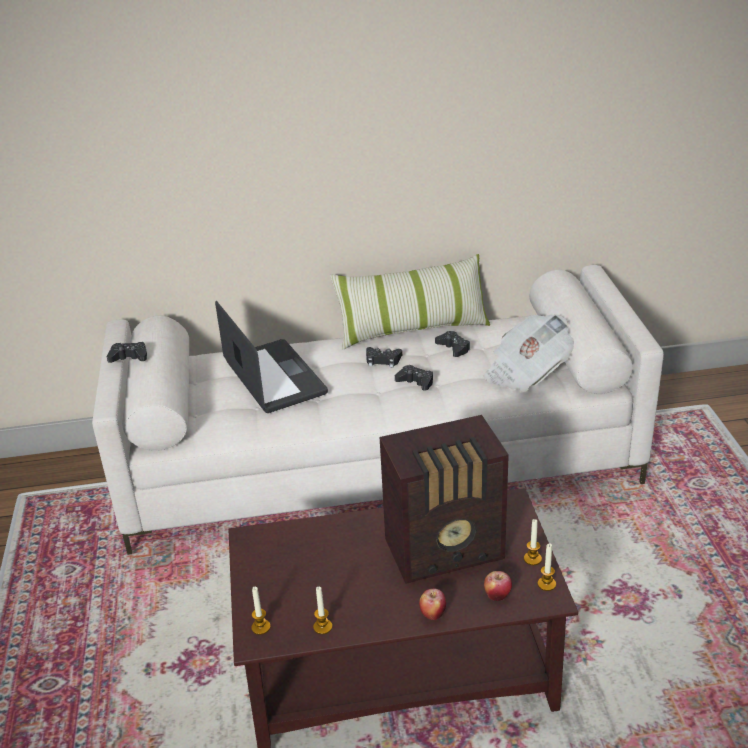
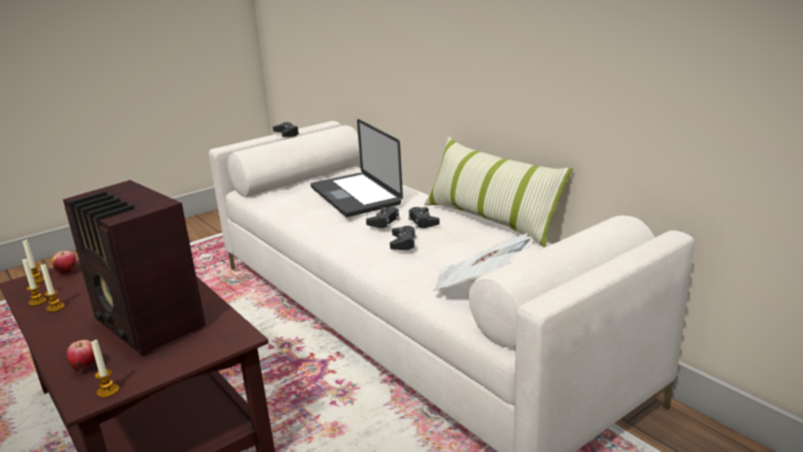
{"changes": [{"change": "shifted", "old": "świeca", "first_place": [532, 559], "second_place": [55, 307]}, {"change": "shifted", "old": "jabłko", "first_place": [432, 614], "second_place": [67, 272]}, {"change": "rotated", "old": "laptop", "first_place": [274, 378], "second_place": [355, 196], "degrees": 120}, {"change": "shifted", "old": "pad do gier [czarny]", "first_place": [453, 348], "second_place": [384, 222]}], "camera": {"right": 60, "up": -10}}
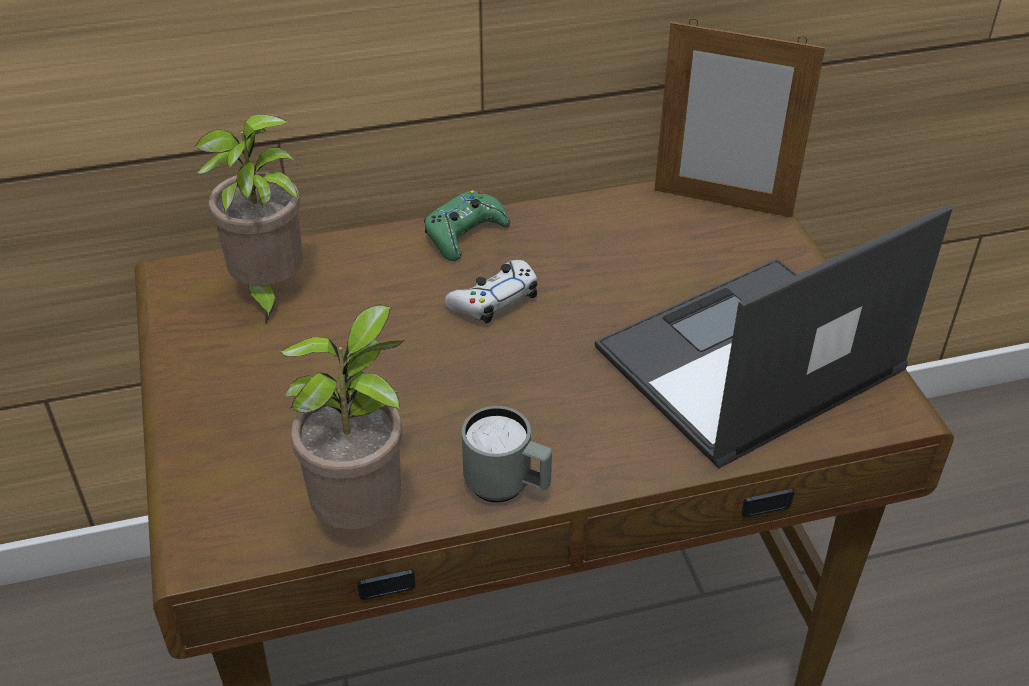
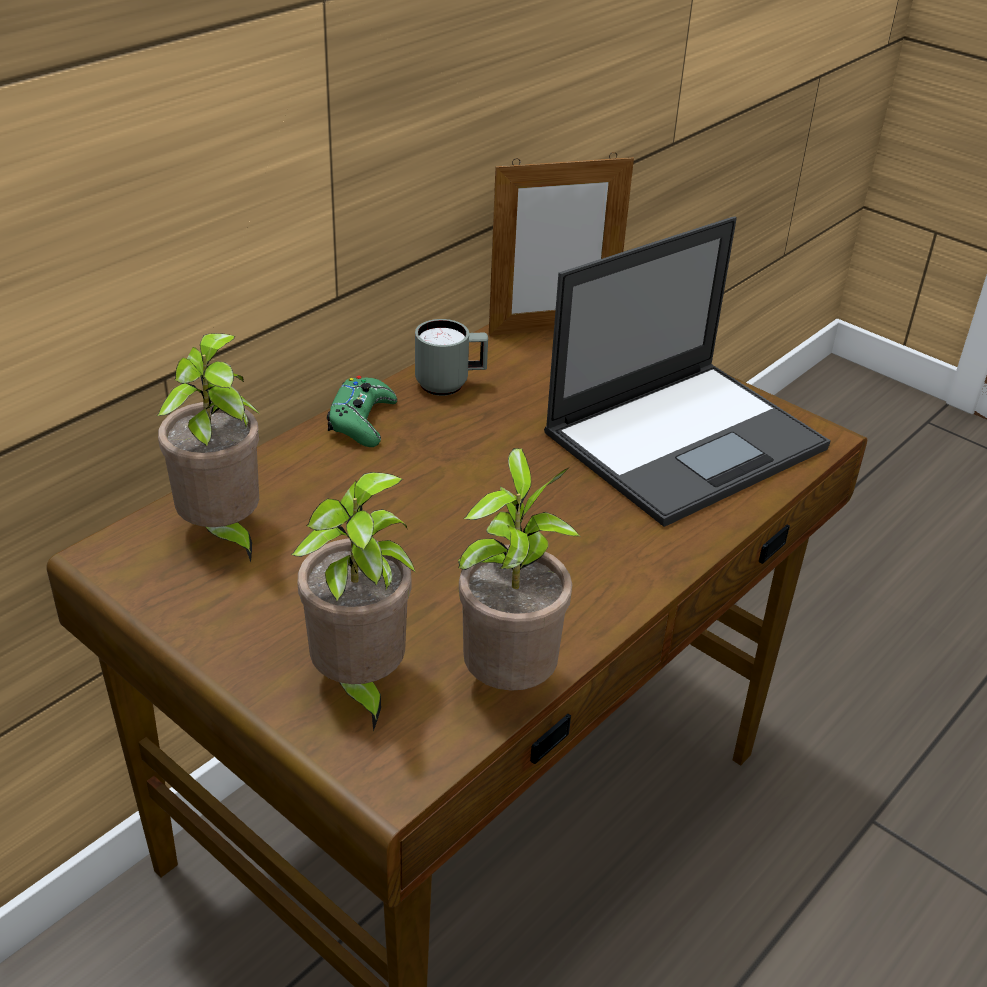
{"changes": [{"change": "new", "new": "roślina doniczkowa", "second_place": [359, 685]}, {"change": "shifted", "old": "kubek [szary]", "first_place": [507, 487], "second_place": [450, 384]}, {"change": "rotated", "old": "laptop", "first_place": [747, 361], "second_place": [687, 439], "degrees": -150}, {"change": "gone", "old": "pad do gier [biały]", "first_place": [494, 300]}], "camera": {"right": -35, "up": -5}}
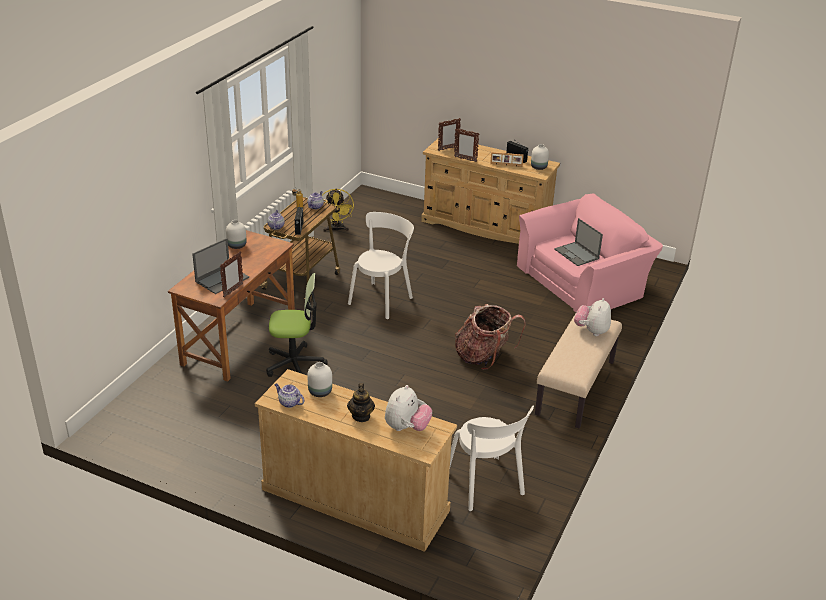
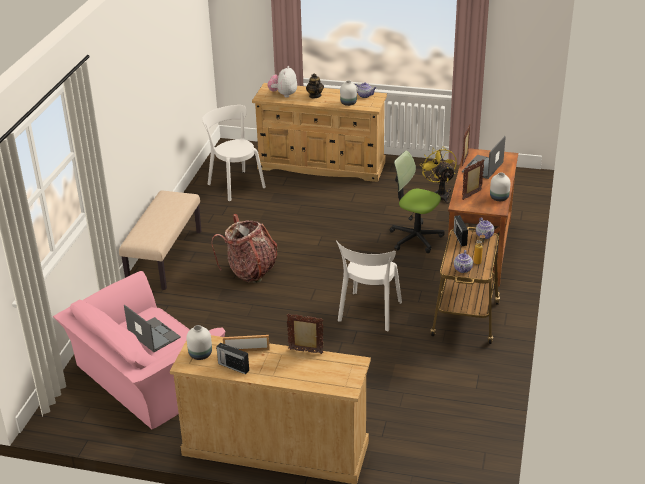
{"changes": [{"change": "rotated", "old": "krzesło biurowe", "first_place": [295, 364], "second_place": [415, 238], "degrees": 45}, {"change": "shifted", "old": "wentylator [żółty]", "first_place": [336, 229], "second_place": [439, 194]}, {"change": "shifted", "old": "ramka na zdjęcie", "first_place": [448, 148], "second_place": [472, 195]}, {"change": "gone", "old": "pluszak", "first_place": [591, 331]}], "camera": {"right": 170, "up": 0}}
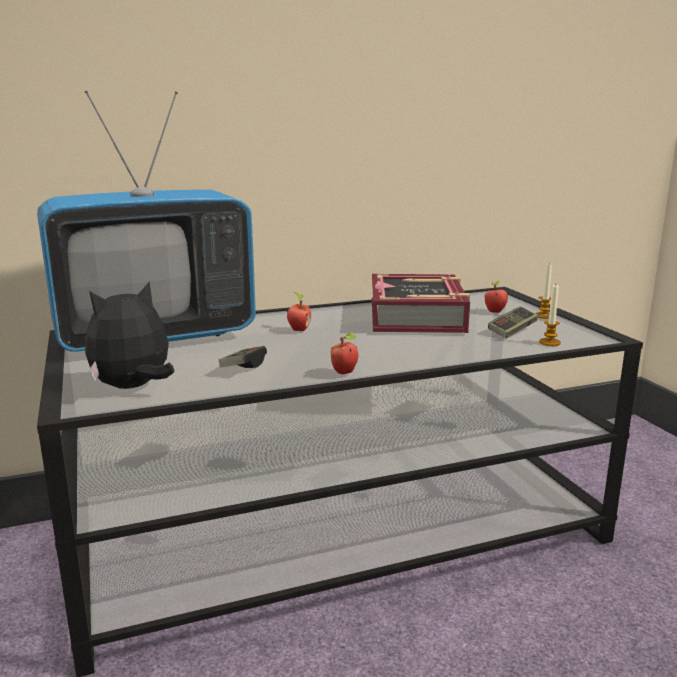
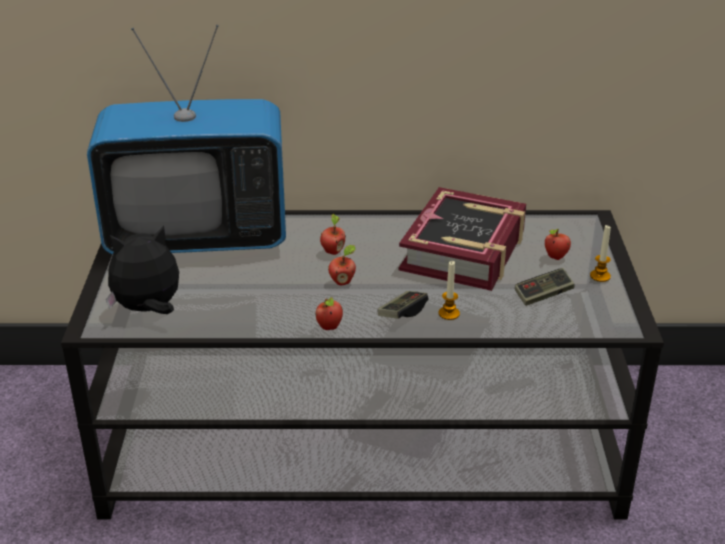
{"changes": [{"change": "new", "new": "jabłko", "second_place": [342, 282]}, {"change": "shifted", "old": "pad do gier", "first_place": [243, 367], "second_place": [402, 313]}, {"change": "shifted", "old": "świeca", "first_place": [549, 342], "second_place": [449, 313]}], "camera": {"right": 20, "up": 15}}
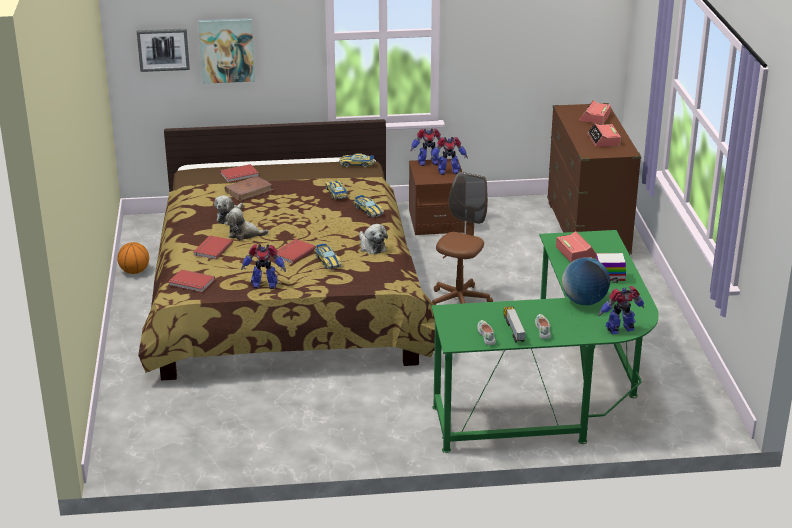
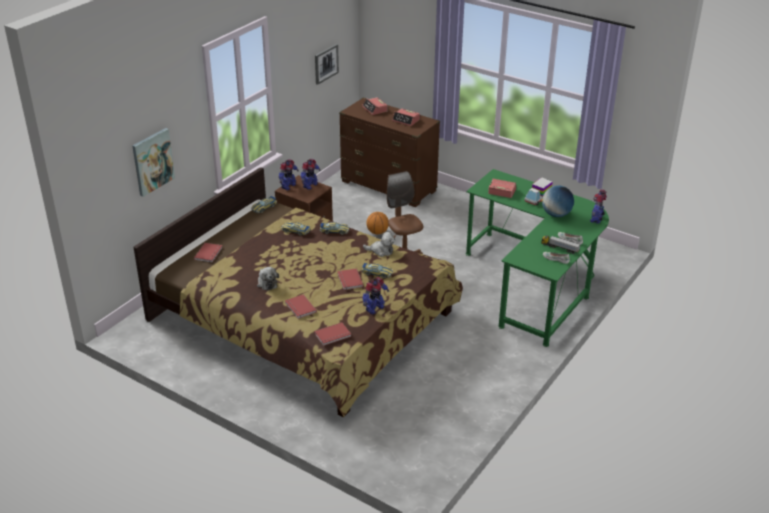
{"changes": [{"change": "shifted", "old": "obraz", "first_place": [163, 49], "second_place": [326, 63]}, {"change": "shifted", "old": "piłka do koszykówki", "first_place": [134, 271], "second_place": [377, 232]}, {"change": "gone", "old": "książka [brązowy]", "first_place": [249, 191]}, {"change": "gone", "old": "pluszak", "first_place": [244, 234]}], "camera": {"right": -50, "up": 5}}
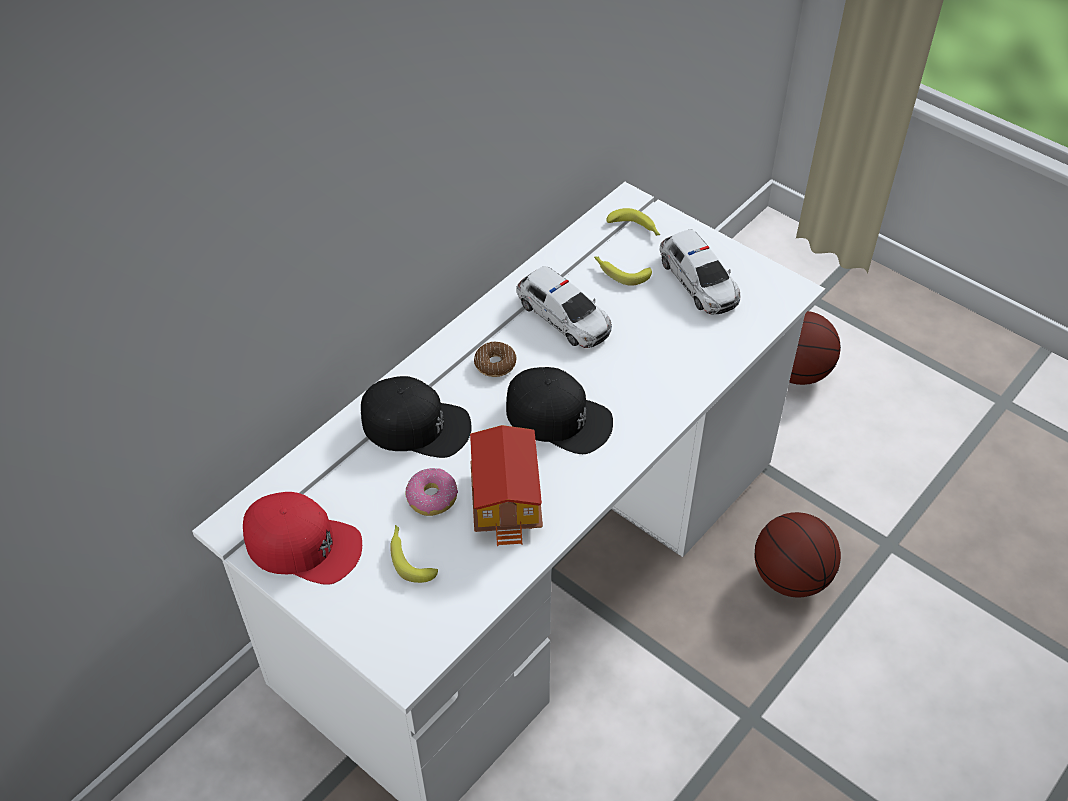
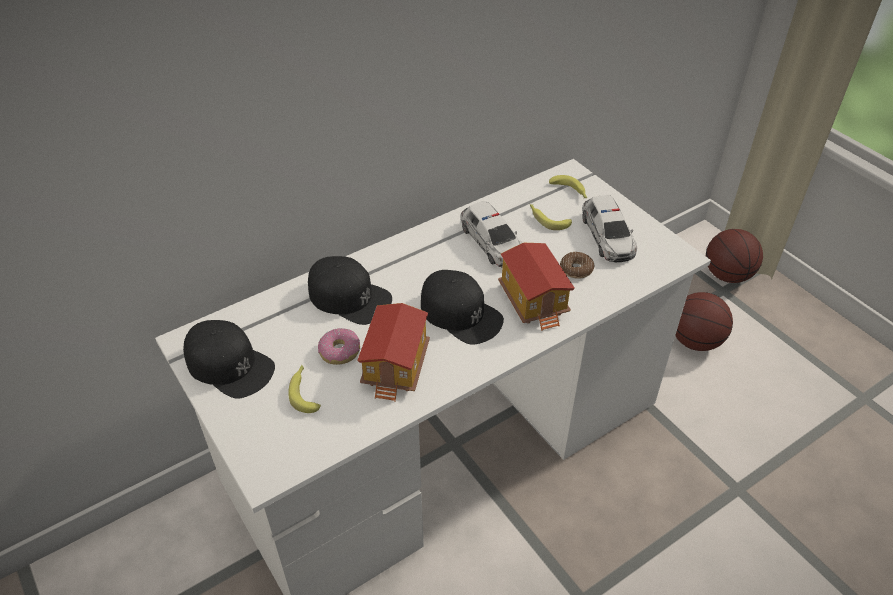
{"changes": [{"change": "repainted", "old": "czapka z daszkiem [czerwony]", "new": "czapka z daszkiem [czarny]", "first_place": [303, 544], "second_place": [229, 364]}, {"change": "new", "new": "domek", "second_place": [534, 301]}, {"change": "shifted", "old": "donut", "first_place": [495, 364], "second_place": [576, 269]}, {"change": "shifted", "old": "piłka do koszykówki", "first_place": [790, 577], "second_place": [727, 275]}], "camera": {"right": 15, "up": -5}}
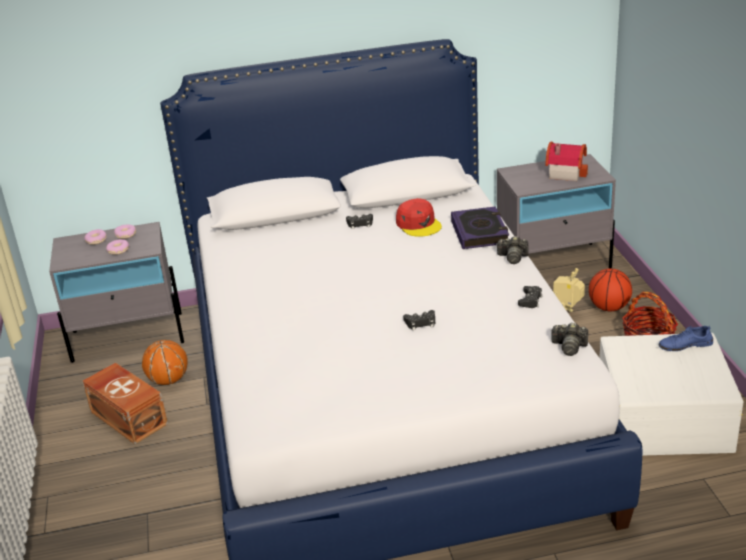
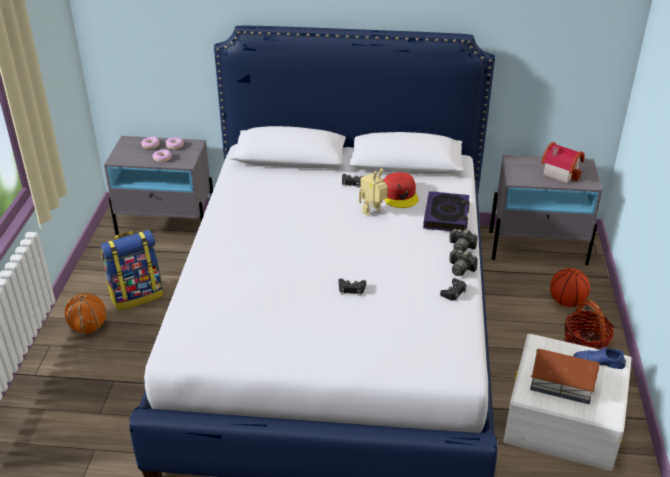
{"changes": [{"change": "shifted", "old": "piłka do koszykówki", "first_place": [168, 380], "second_place": [88, 328]}, {"change": "swapped", "old": "pojemnik do przechowywania [brązowy]", "new": "plecak", "first_place": [129, 416], "second_place": [137, 295]}, {"change": "shifted", "old": "robot zabawkowy", "first_place": [568, 314], "second_place": [373, 212]}, {"change": "shifted", "old": "aparat fotograficzny", "first_place": [569, 347], "second_place": [461, 269]}, {"change": "new", "new": "domek", "second_place": [562, 384]}], "camera": {"right": 15, "up": 5}}
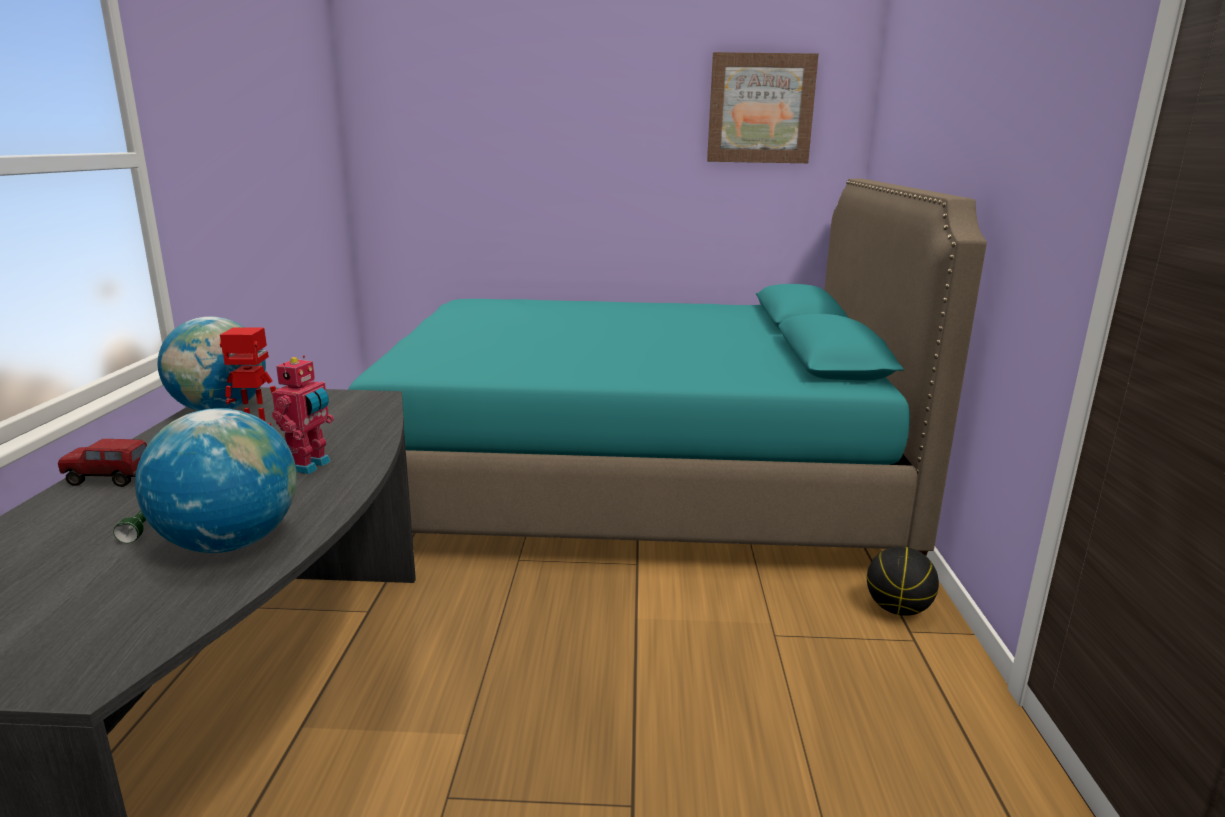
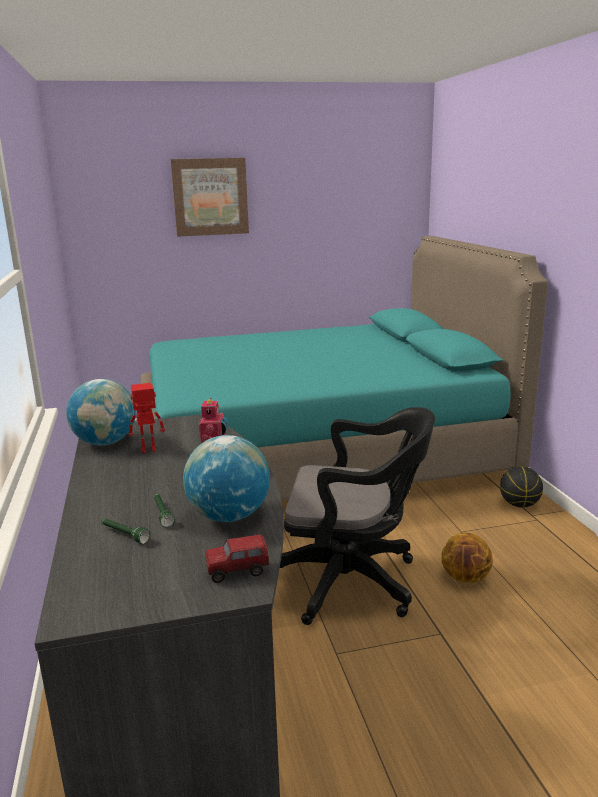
{"changes": [{"change": "new", "new": "latarka [zielony]", "second_place": [124, 535]}, {"change": "shifted", "old": "obraz", "first_place": [760, 109], "second_place": [210, 197]}, {"change": "shifted", "old": "ciężarówka zabawkowa", "first_place": [109, 480], "second_place": [237, 572]}, {"change": "new", "new": "krzesło biurowe [czarny]", "second_place": [353, 581]}, {"change": "new", "new": "piłka do koszykówki", "second_place": [465, 578]}], "camera": {"right": -15, "up": 0}}
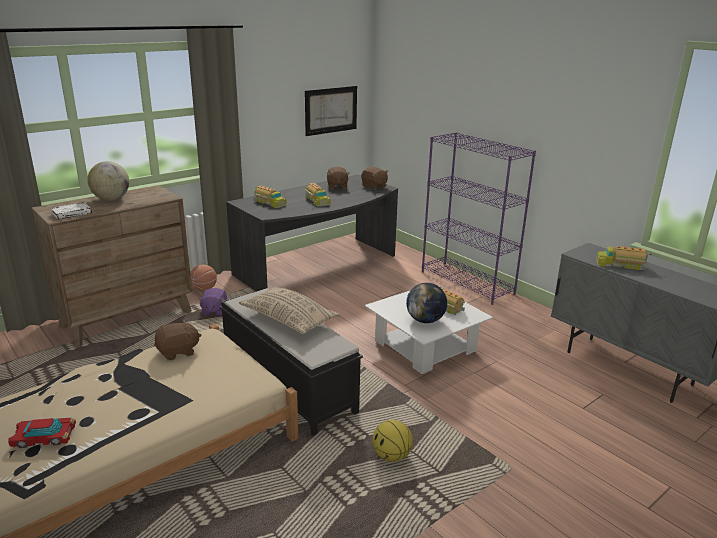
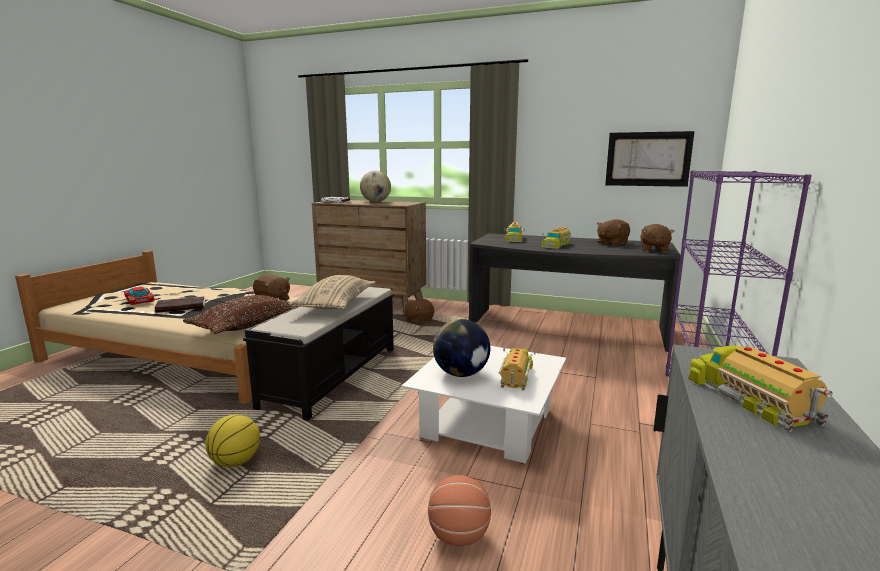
{"changes": [{"change": "new", "new": "książka", "second_place": [180, 307]}, {"change": "new", "new": "poduszka [brązowy]", "second_place": [247, 325]}, {"change": "repainted", "old": "pluszak [fioletowy]", "new": "pluszak [brązowy]", "first_place": [214, 311], "second_place": [418, 320]}, {"change": "shifted", "old": "piłka do koszykówki", "first_place": [204, 289], "second_place": [458, 536]}], "camera": {"right": 60, "up": -10}}
